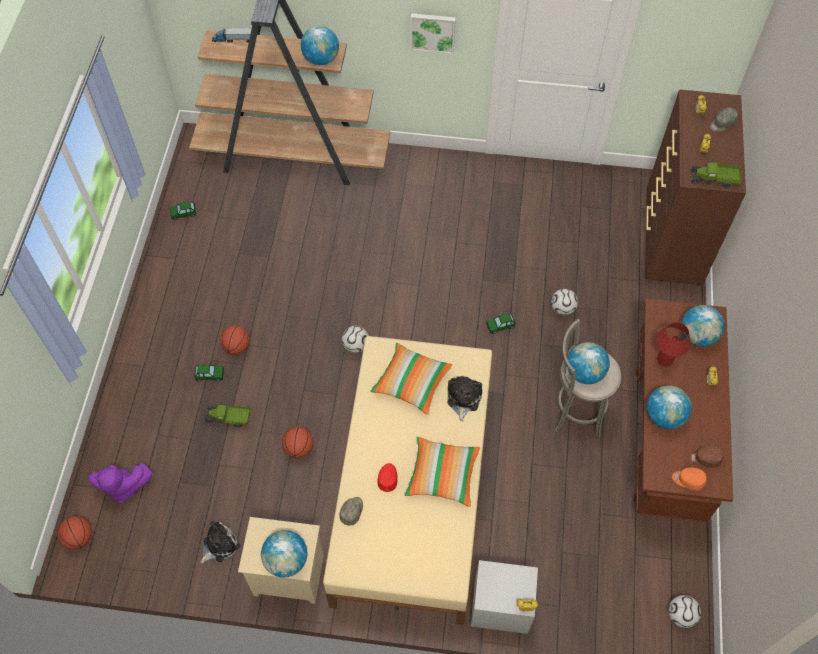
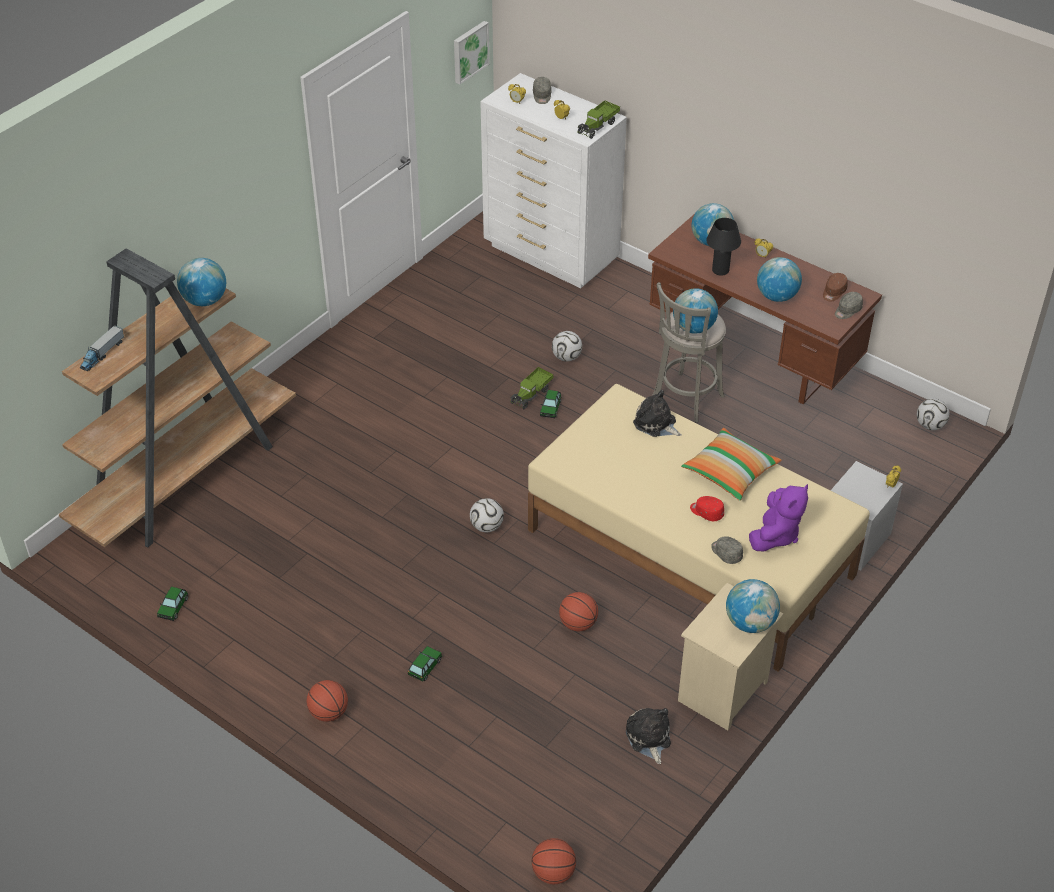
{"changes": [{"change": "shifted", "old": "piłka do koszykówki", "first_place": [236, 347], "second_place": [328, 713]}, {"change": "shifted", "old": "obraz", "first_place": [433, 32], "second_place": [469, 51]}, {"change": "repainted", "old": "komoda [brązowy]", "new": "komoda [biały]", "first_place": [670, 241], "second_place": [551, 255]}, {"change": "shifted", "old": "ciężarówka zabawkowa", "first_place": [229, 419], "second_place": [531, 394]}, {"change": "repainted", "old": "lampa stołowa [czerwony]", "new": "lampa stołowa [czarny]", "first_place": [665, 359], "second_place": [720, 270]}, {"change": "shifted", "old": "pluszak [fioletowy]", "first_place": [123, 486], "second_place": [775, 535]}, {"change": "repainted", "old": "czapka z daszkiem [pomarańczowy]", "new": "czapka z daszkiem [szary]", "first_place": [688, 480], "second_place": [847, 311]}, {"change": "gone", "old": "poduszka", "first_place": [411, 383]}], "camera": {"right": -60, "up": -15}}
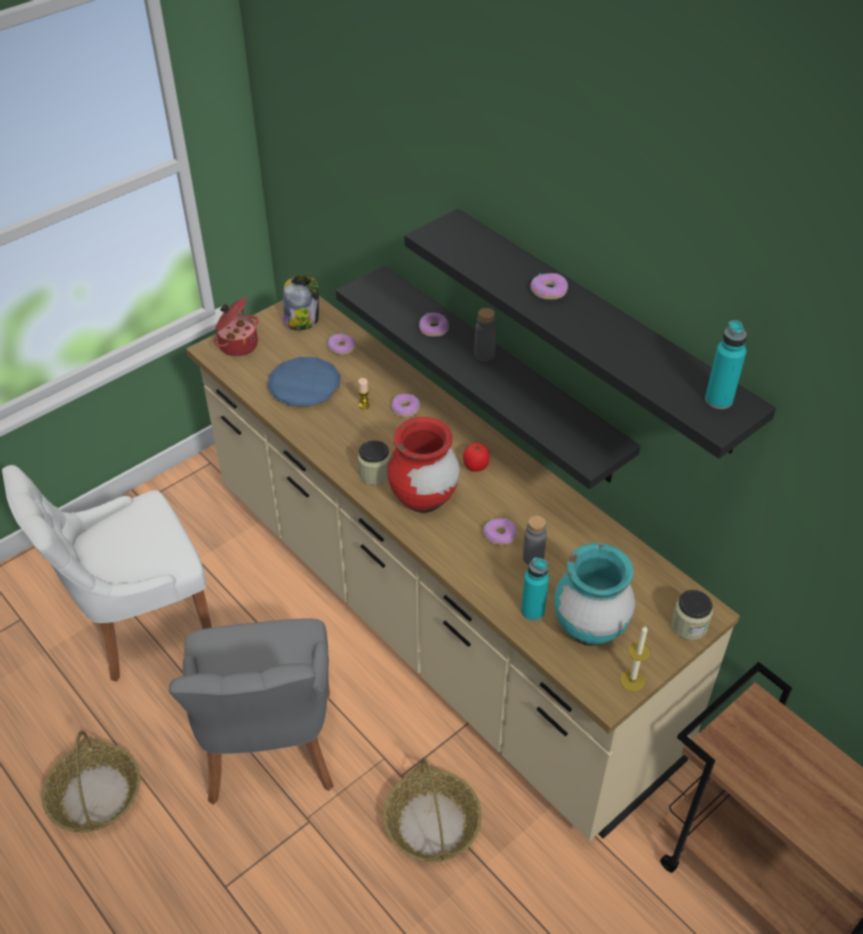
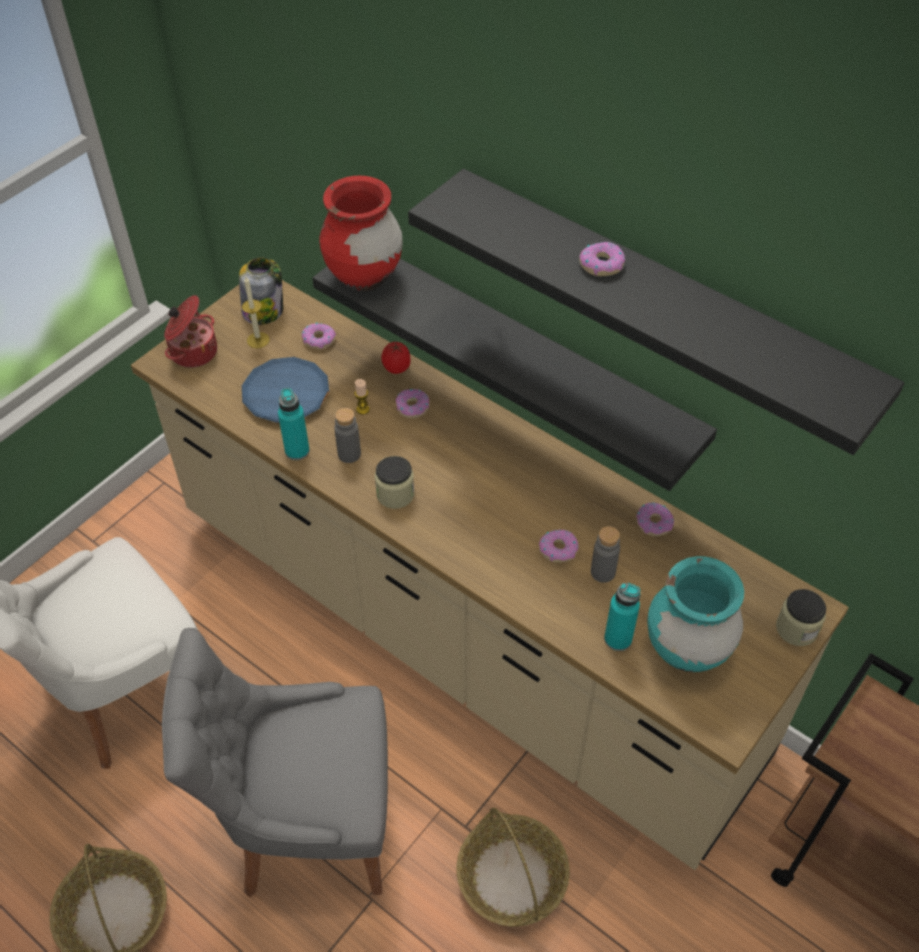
{"changes": [{"change": "rotated", "old": "krzesło [szary]", "first_place": [269, 751], "second_place": [308, 823], "degrees": 105}, {"change": "shifted", "old": "świeca", "first_place": [632, 680], "second_place": [258, 340]}, {"change": "shifted", "old": "butelka [turkusowy]", "first_place": [718, 400], "second_place": [297, 451]}, {"change": "shifted", "old": "wazon [czerwony]", "first_place": [423, 499], "second_place": [364, 277]}, {"change": "shifted", "old": "butelka [szary]", "first_place": [484, 354], "second_place": [349, 454]}, {"change": "shifted", "old": "pomidor", "first_place": [476, 466], "second_place": [396, 368]}, {"change": "shifted", "old": "donut", "first_place": [434, 329], "second_place": [654, 523]}], "camera": {"right": -10, "up": 5}}
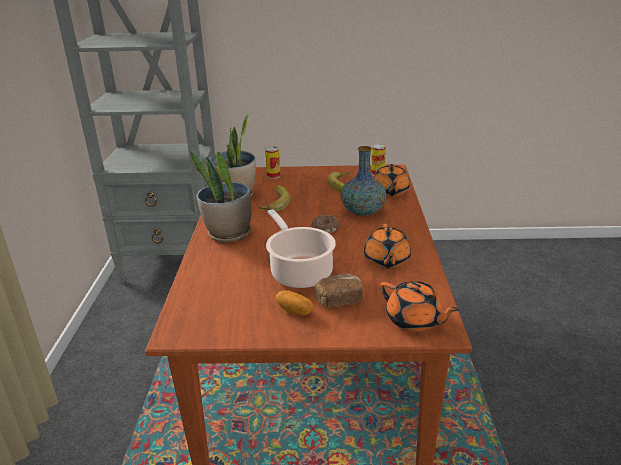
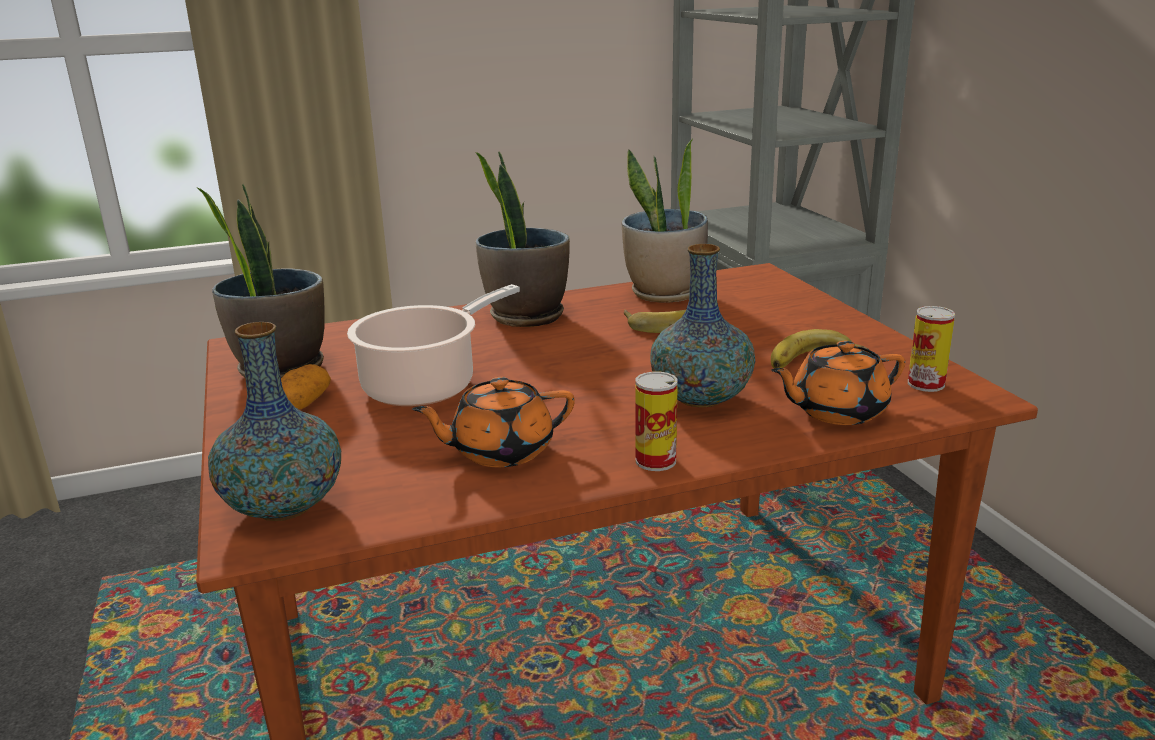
{"changes": [{"change": "new", "new": "roślina doniczkowa", "second_place": [281, 369]}, {"change": "swapped", "old": "imbryk [pomarańczowy]", "new": "wazon", "first_place": [414, 320], "second_place": [284, 507]}, {"change": "shifted", "old": "puszka", "first_place": [273, 176], "second_place": [655, 461]}, {"change": "gone", "old": "donut", "first_place": [324, 228]}, {"change": "gone", "old": "chleb", "first_place": [339, 300]}], "camera": {"right": 70, "up": -5}}
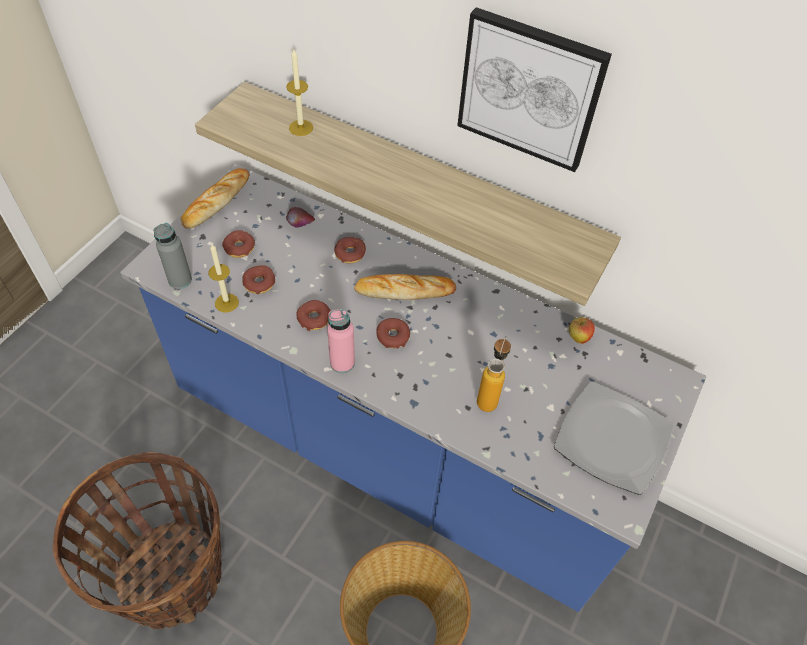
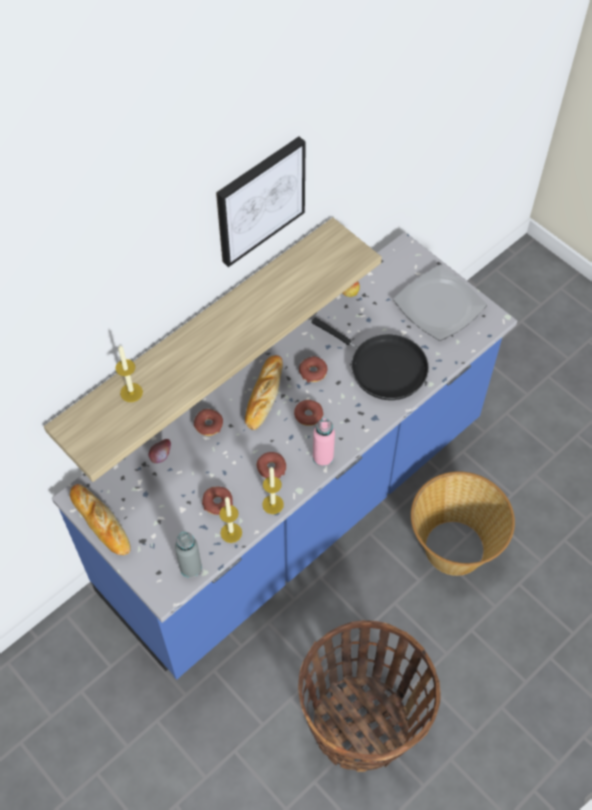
{"changes": [{"change": "new", "new": "świeca", "second_place": [273, 504]}, {"change": "shifted", "old": "donut", "first_place": [239, 248], "second_place": [313, 372]}, {"change": "swapped", "old": "butelka", "new": "patelnia [czarny]", "first_place": [489, 396], "second_place": [383, 367]}], "camera": {"right": -70, "up": 5}}
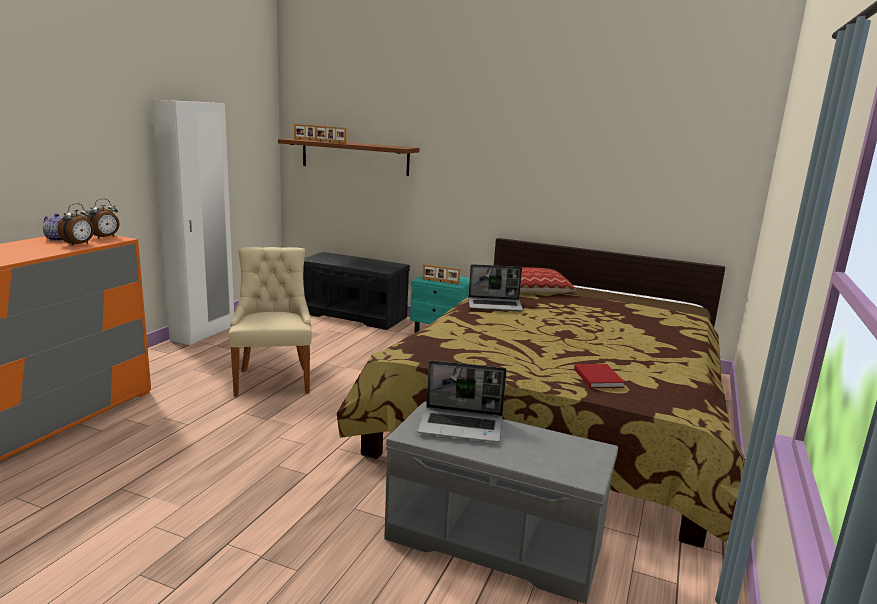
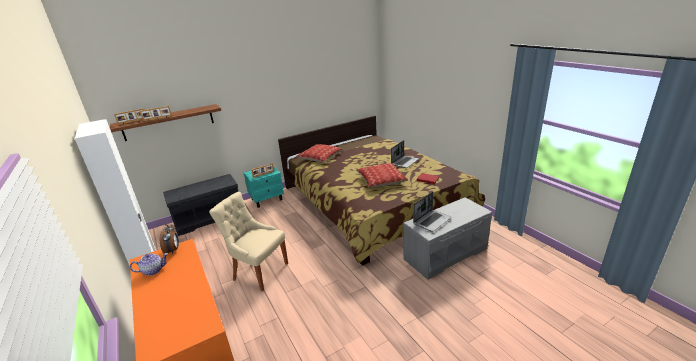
{"changes": [{"change": "new", "new": "poduszka", "second_place": [381, 180]}, {"change": "shifted", "old": "laptop", "first_place": [495, 305], "second_place": [404, 162]}, {"change": "gone", "old": "budzik", "first_place": [79, 244]}], "camera": {"right": -50, "up": 10}}
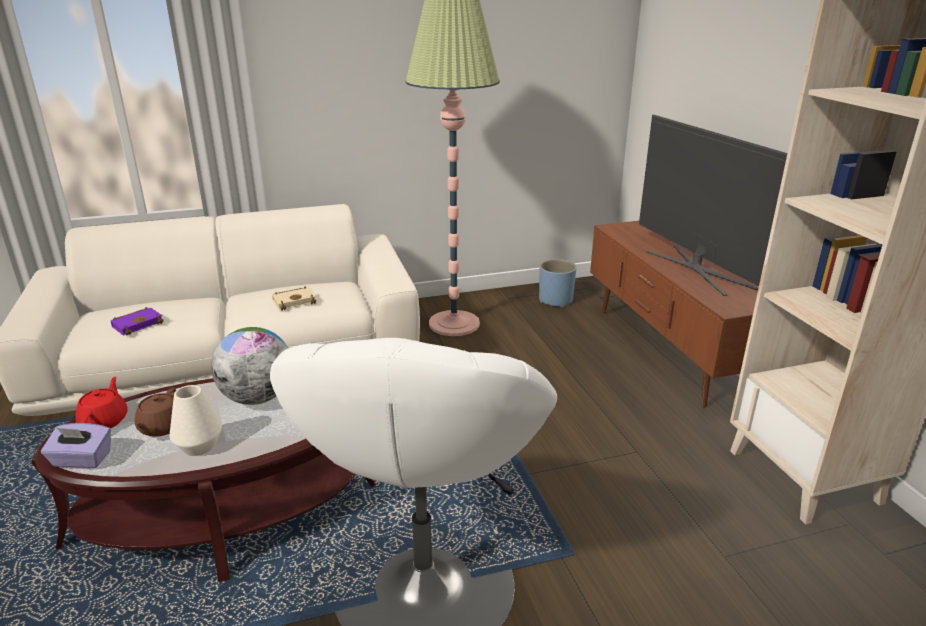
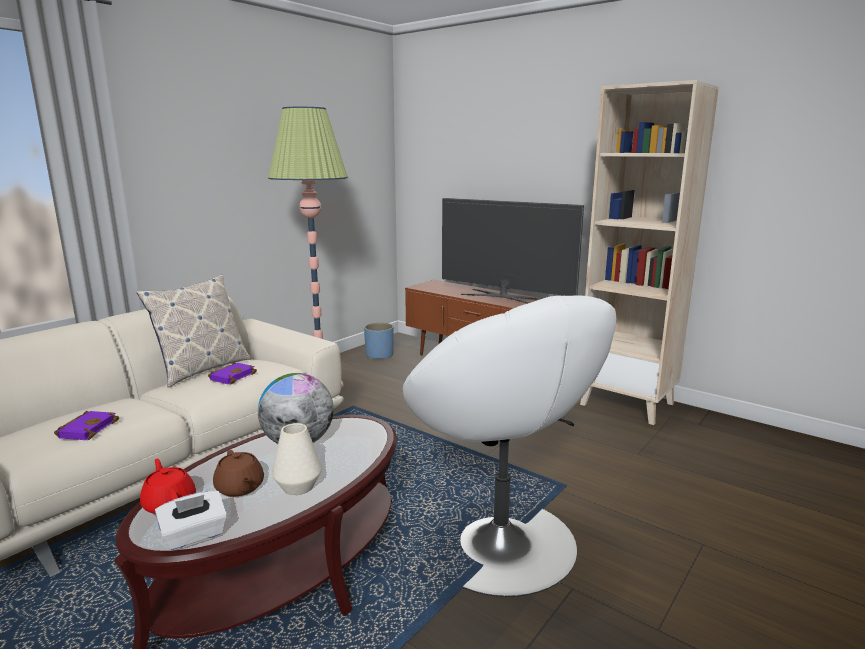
{"changes": [{"change": "new", "new": "poduszka", "second_place": [202, 369]}, {"change": "repainted", "old": "pudełko chusteczek [fioletowy]", "new": "pudełko chusteczek [biały]", "first_place": [82, 460], "second_place": [194, 536]}, {"change": "repainted", "old": "książka [beżowy]", "new": "książka [fioletowy]", "first_place": [295, 301], "second_place": [232, 376]}], "camera": {"right": -35, "up": -10}}
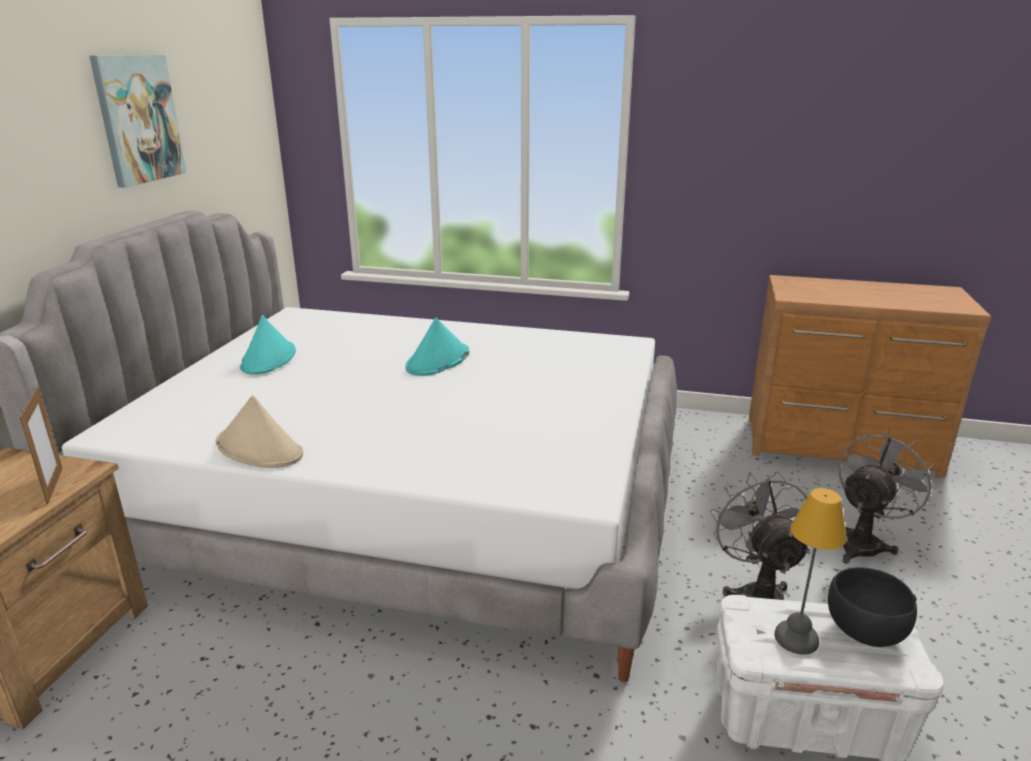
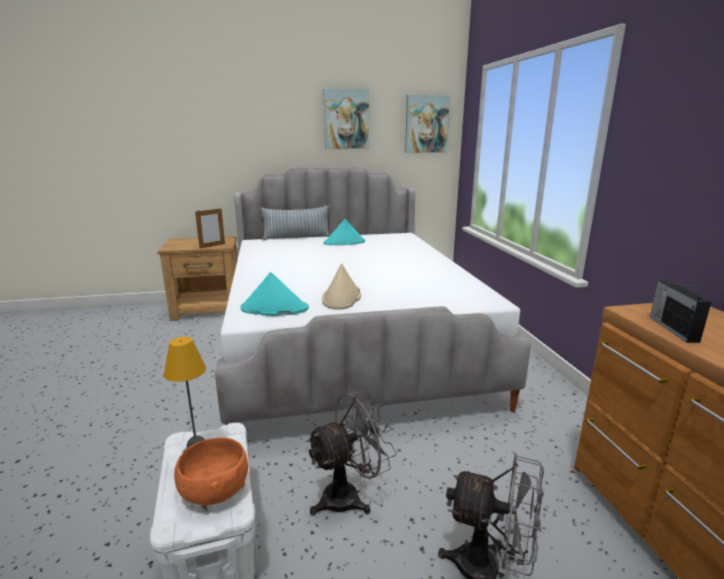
{"changes": [{"change": "repainted", "old": "miska [czarny]", "new": "miska [pomarańczowy]", "first_place": [865, 630], "second_place": [214, 491]}, {"change": "shifted", "old": "kapelusz [turkusowy]", "first_place": [438, 361], "second_place": [274, 308]}, {"change": "new", "new": "poduszka", "second_place": [296, 237]}, {"change": "shifted", "old": "kapelusz [beżowy]", "first_place": [260, 449], "second_place": [341, 298]}, {"change": "new", "new": "obraz", "second_place": [426, 124]}, {"change": "new", "new": "radio", "second_place": [672, 328]}], "camera": {"right": 65, "up": -5}}
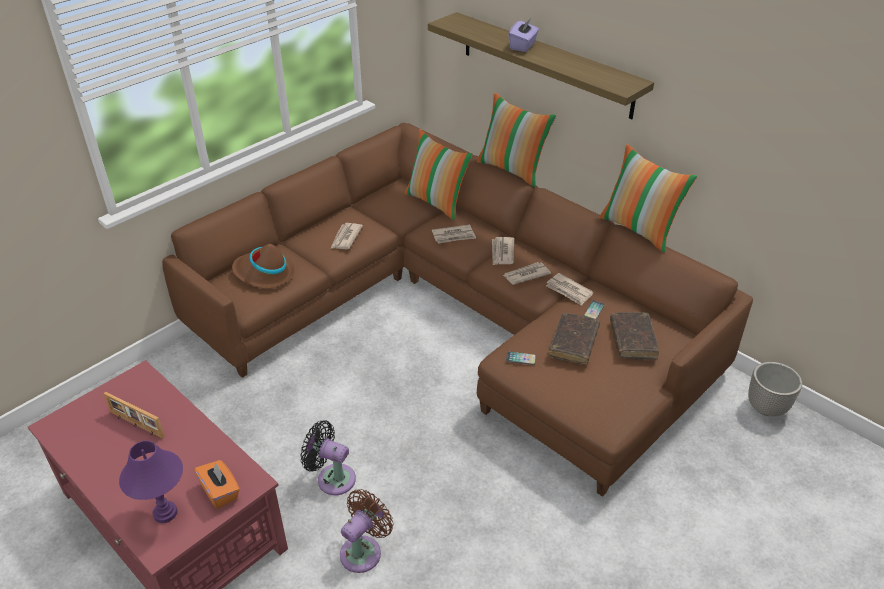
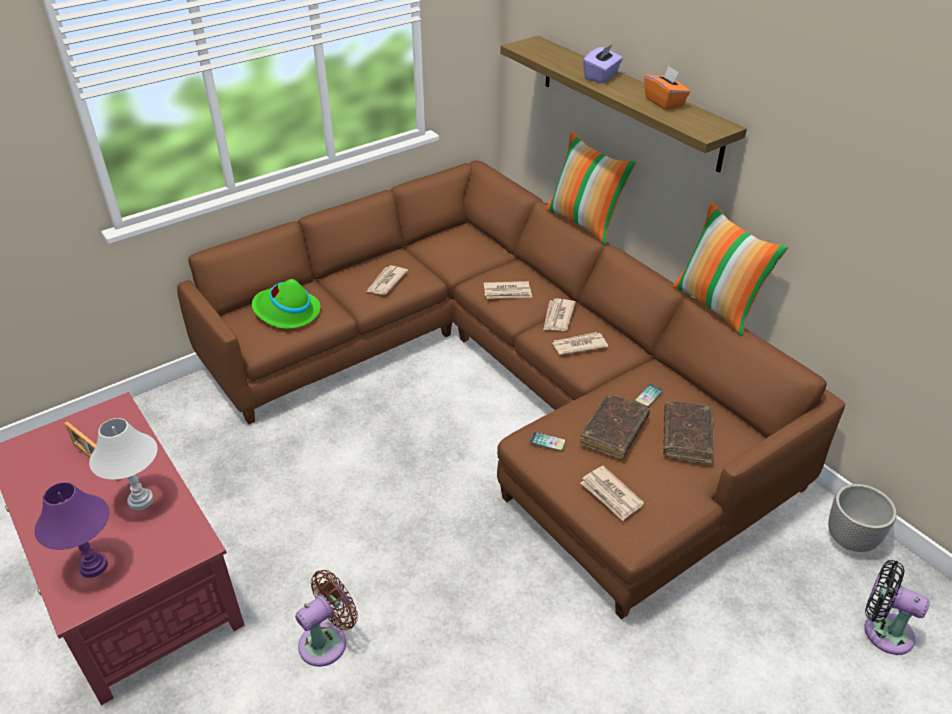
{"changes": [{"change": "new", "new": "lampa stołowa [biały]", "second_place": [140, 500]}, {"change": "repainted", "old": "kapelusz [brązowy]", "new": "kapelusz [zielony]", "first_place": [264, 274], "second_place": [286, 312]}, {"change": "shifted", "old": "gazeta", "first_place": [569, 291], "second_place": [611, 495]}, {"change": "shifted", "old": "pudełko chusteczek [pomarańczowy]", "first_place": [220, 492], "second_place": [664, 102]}, {"change": "shifted", "old": "wentylator [czarny]", "first_place": [332, 478], "second_place": [882, 630]}, {"change": "gone", "old": "poduszka", "first_place": [437, 202]}], "camera": {"right": 10, "up": 0}}
